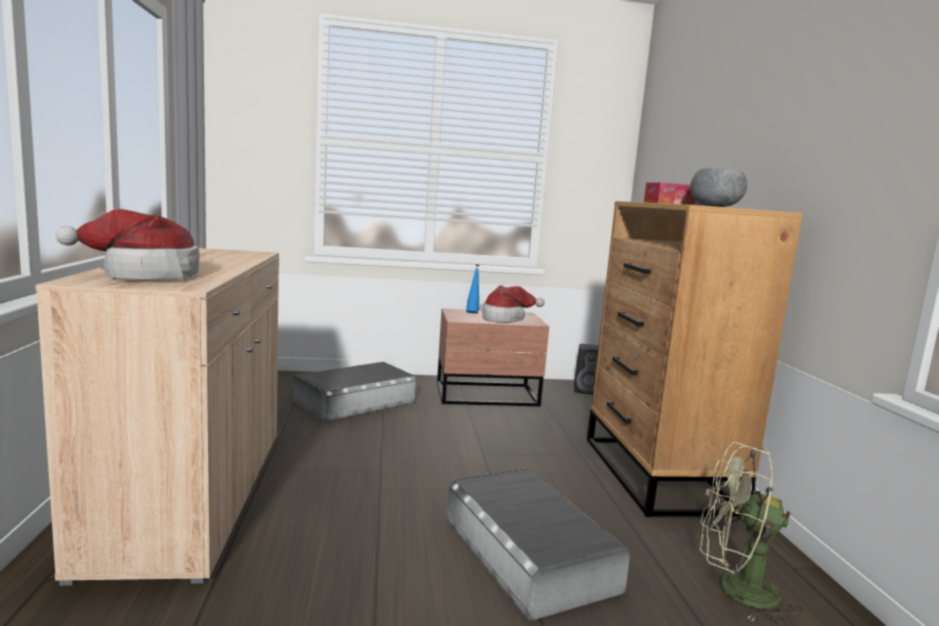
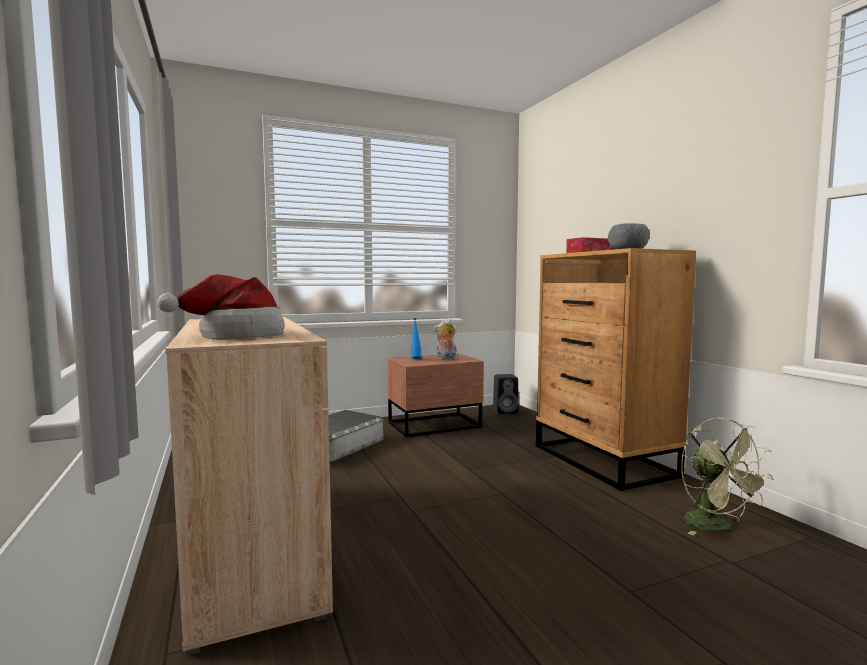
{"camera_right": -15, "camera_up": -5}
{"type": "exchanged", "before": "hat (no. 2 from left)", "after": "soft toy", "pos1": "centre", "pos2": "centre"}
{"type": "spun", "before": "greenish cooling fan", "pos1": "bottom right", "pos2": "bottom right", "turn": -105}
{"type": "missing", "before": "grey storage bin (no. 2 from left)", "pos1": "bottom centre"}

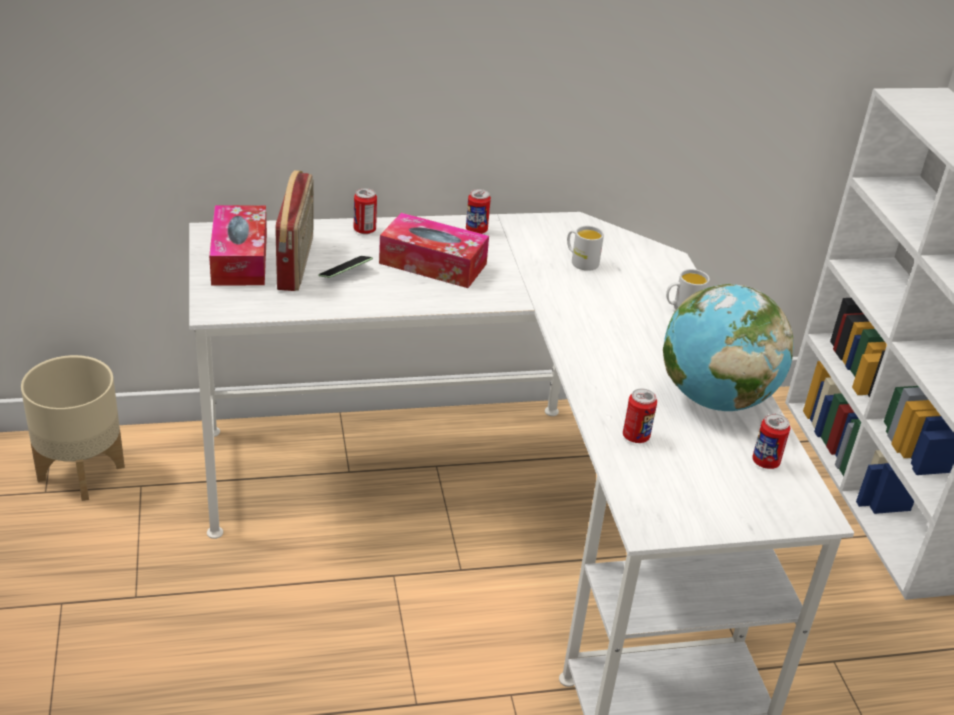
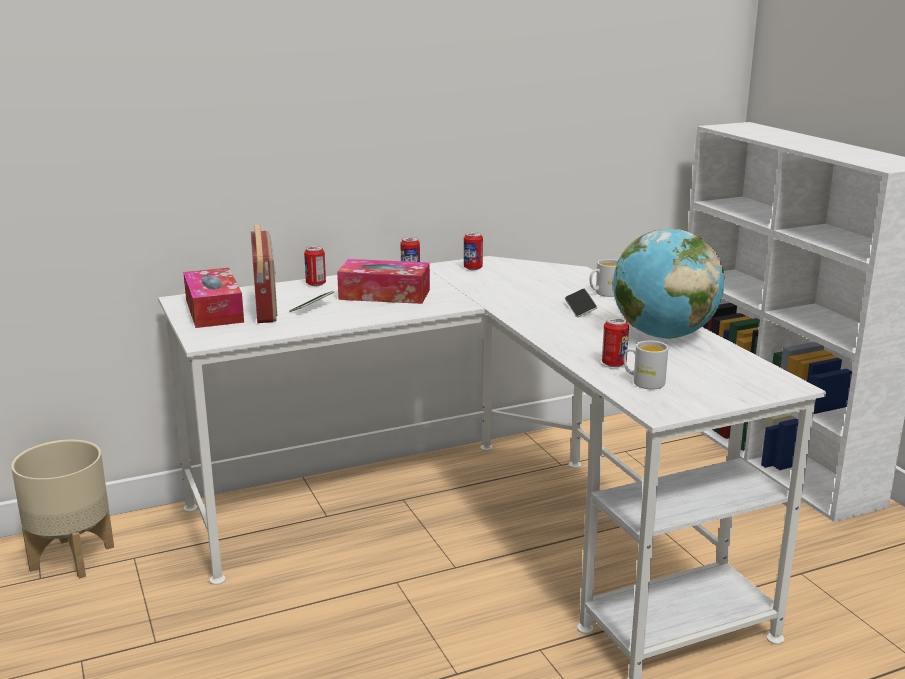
{"camera_right": -10, "camera_up": -15}
{"type": "relocated", "before": "can (no. 4 from left in the first image)", "after": "can (no. 3 from left)", "pos1": "middle right", "pos2": "centre"}
{"type": "appeared", "after": "phone (no. 2 from left)", "pos2": "centre"}
{"type": "relocated", "before": "white-coloured mug (no. 1 from left in the first image)", "after": "white-coloured mug (no. 2 from left)", "pos1": "centre", "pos2": "middle right"}

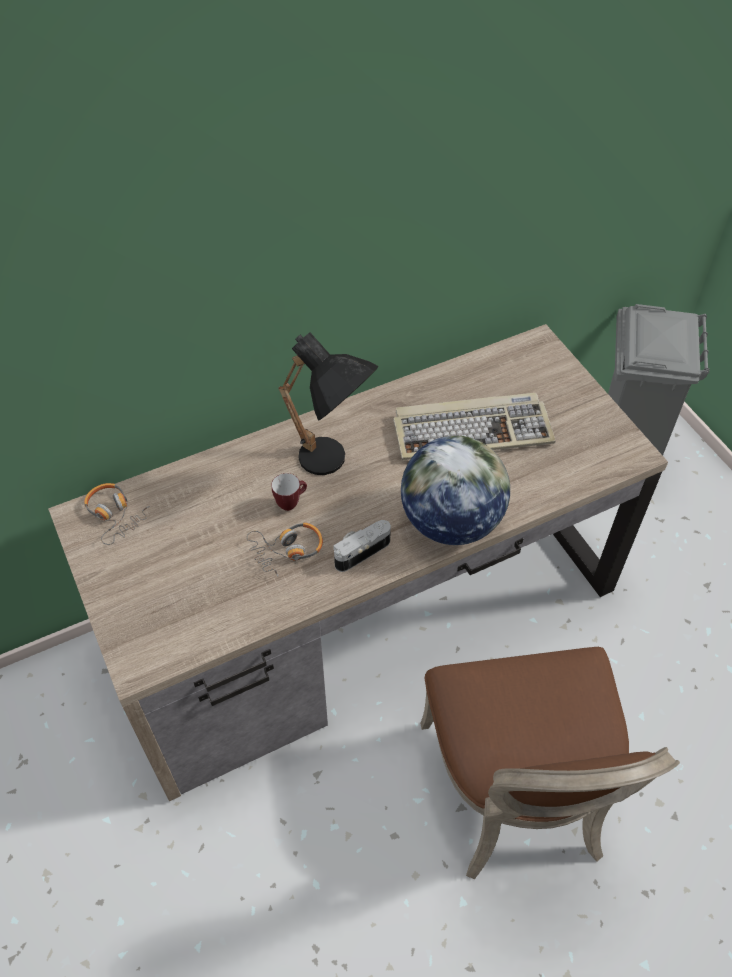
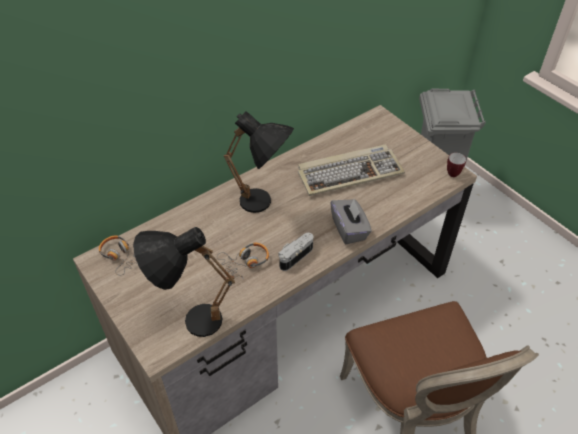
{"camera_right": -10, "camera_up": -5}
{"type": "appeared", "after": "blackish table lamp (no. 1 from left)", "pos2": "middle left"}
{"type": "exchanged", "before": "desk globe", "after": "grey tissue box", "pos1": "centre", "pos2": "centre"}
{"type": "relocated", "before": "mug", "pos1": "centre", "pos2": "middle right"}

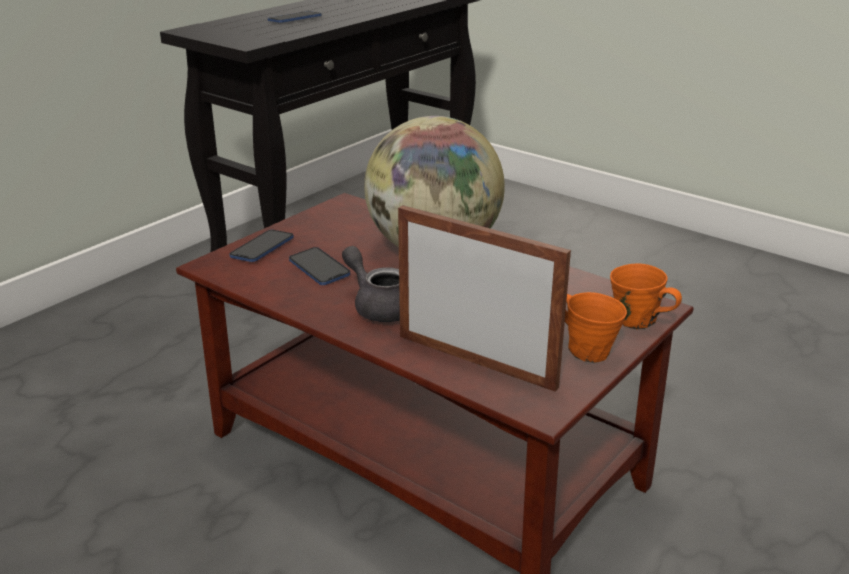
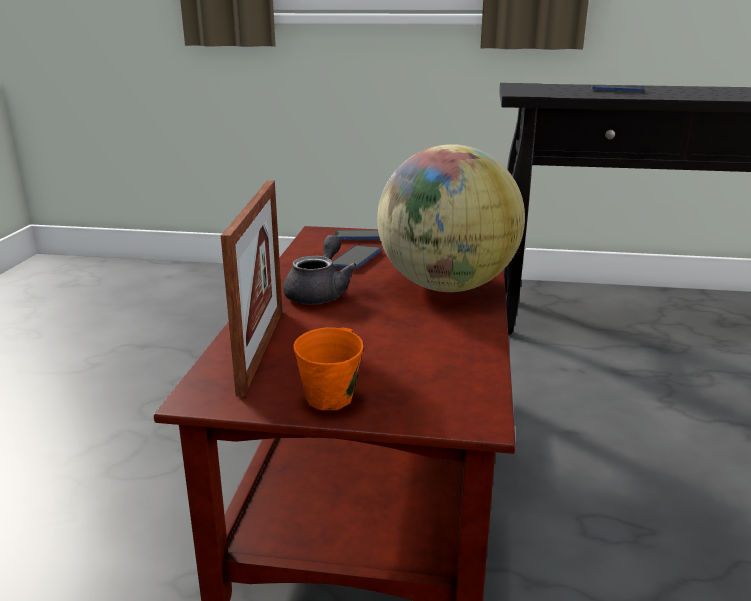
{"camera_right": 60, "camera_up": -5}
{"type": "missing", "before": "orange mug (no. 2 from left)", "pos1": "middle right"}

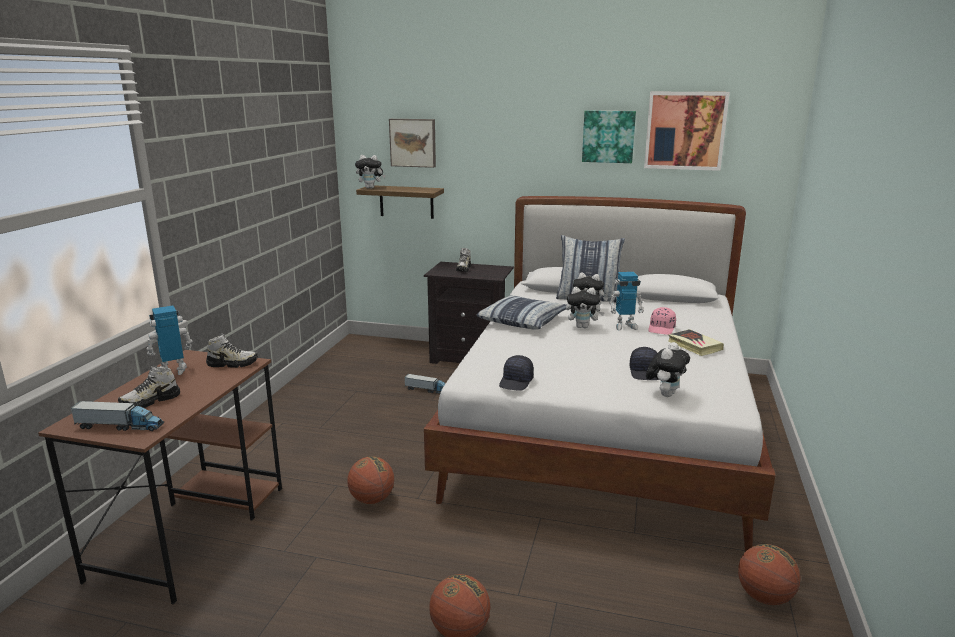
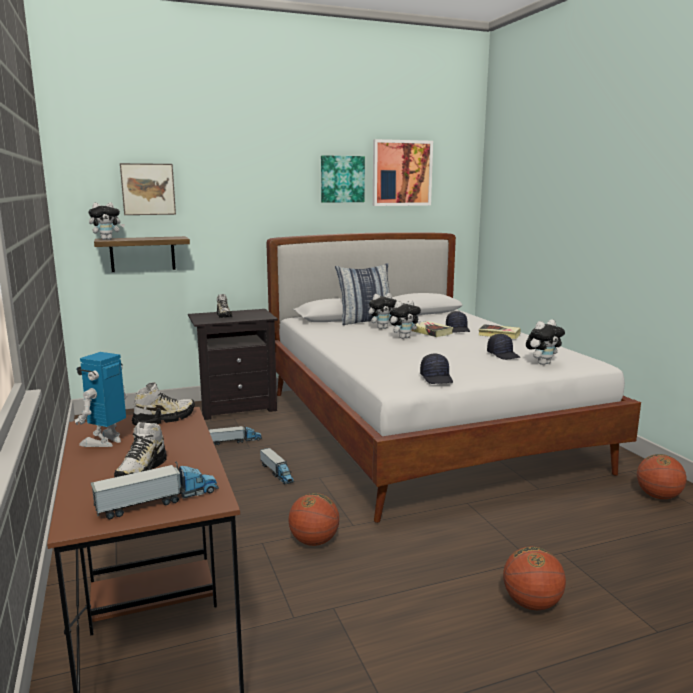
{"camera_right": -35, "camera_up": -5}
{"type": "appeared", "after": "toy truck (no. 3 from left)", "pos2": "bottom centre"}
{"type": "exchanged", "before": "model robot (no. 2 from left)", "after": "bound book (no. 1 from left)", "pos1": "centre", "pos2": "centre"}
{"type": "colour", "before": "pink baseball cap", "after": "blackish baseball cap (no. 2 from left)", "pos1": "middle right", "pos2": "centre"}
{"type": "spun", "before": "soft toy (no. 4 from left)", "pos1": "middle right", "pos2": "middle right", "turn": 60}
{"type": "missing", "before": "cushion (no. 1 from left)", "pos1": "centre"}

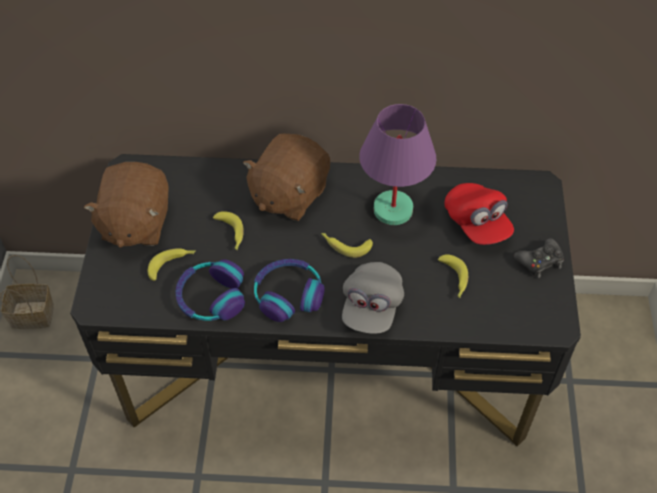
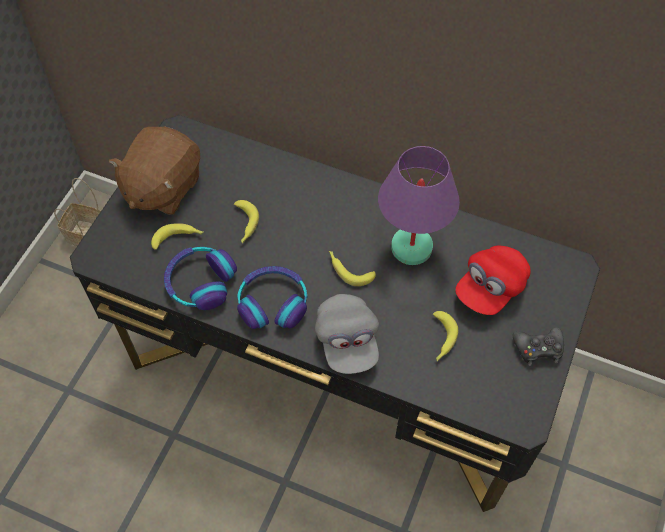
{"camera_right": 20, "camera_up": 5}
{"type": "spun", "before": "grey baseball cap", "pos1": "centre", "pos2": "centre", "turn": -45}
{"type": "spun", "before": "red baseball cap", "pos1": "middle right", "pos2": "middle right", "turn": 45}
{"type": "missing", "before": "brownish soft toy (no. 2 from left)", "pos1": "centre"}

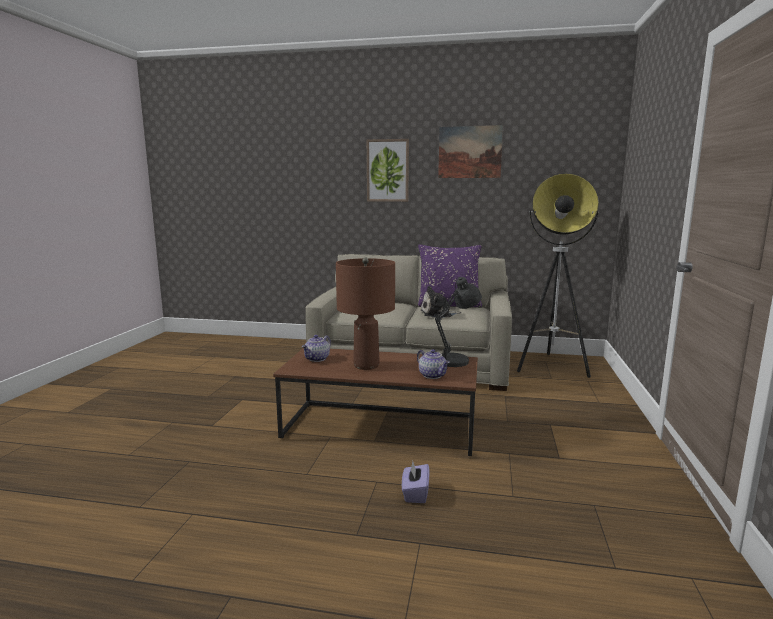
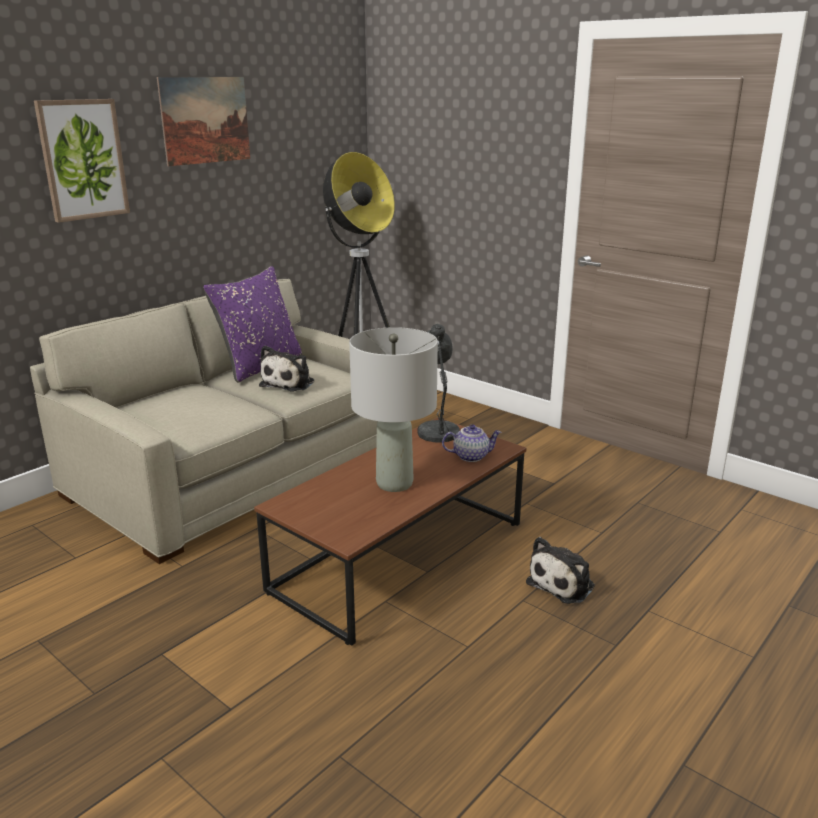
{"camera_right": -60, "camera_up": 10}
{"type": "colour", "before": "brownish table lamp", "after": "grey table lamp (no. 1 from left)", "pos1": "centre", "pos2": "centre"}
{"type": "exchanged", "before": "purple tissue box", "after": "soft toy (no. 2 from left)", "pos1": "bottom centre", "pos2": "bottom right"}
{"type": "missing", "before": "tea pot (no. 1 from left)", "pos1": "centre"}

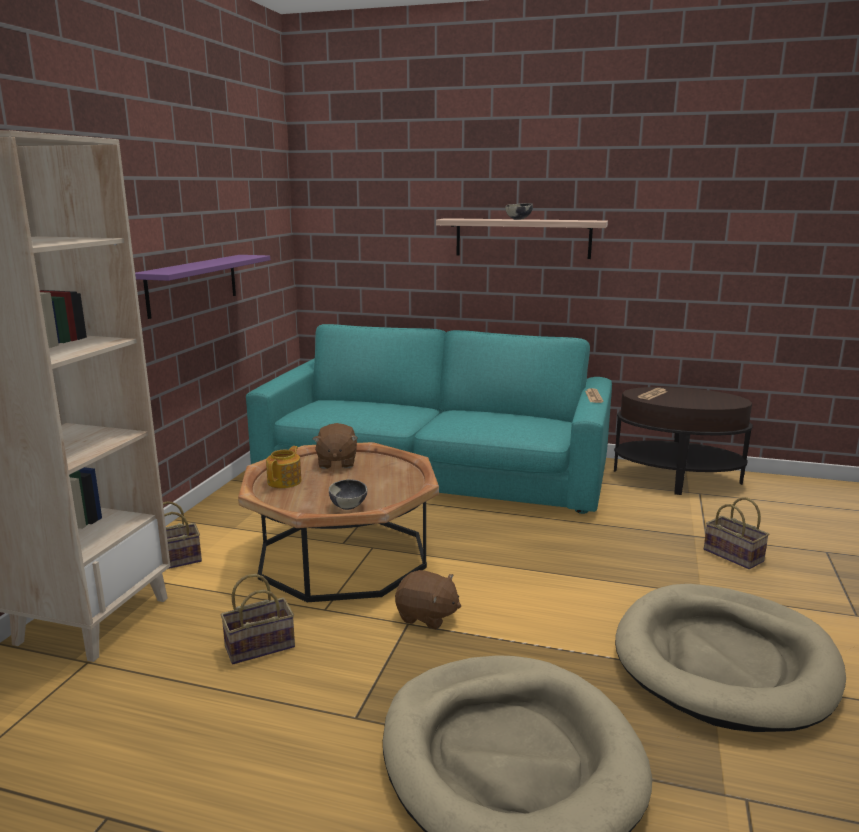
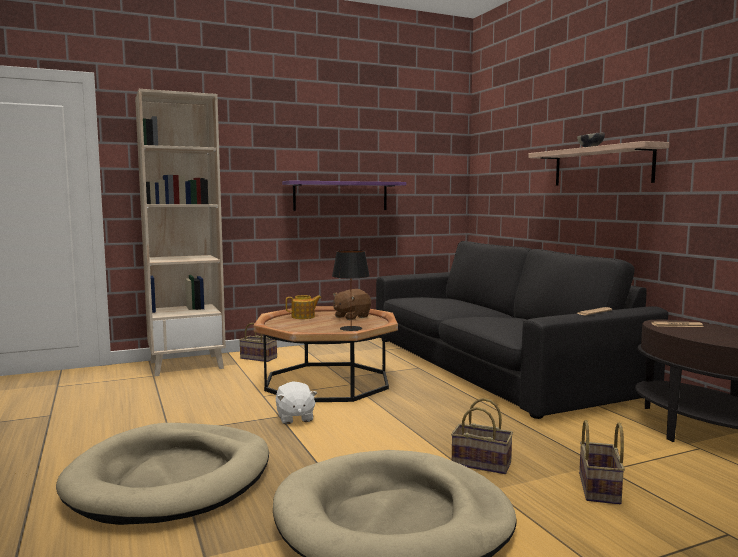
{"camera_right": 50, "camera_up": -10}
{"type": "colour", "before": "brownish soft toy (no. 2 from left)", "after": "white-coloured soft toy", "pos1": "bottom centre", "pos2": "bottom centre"}
{"type": "appeared", "after": "blackish table lamp", "pos2": "centre"}
{"type": "colour", "before": "turquoise settee", "after": "blackish settee", "pos1": "centre", "pos2": "middle right"}
{"type": "relocated", "before": "storage basket (no. 2 from left)", "pos1": "bottom left", "pos2": "bottom centre"}
{"type": "missing", "before": "serving bowl (no. 1 from left)", "pos1": "centre"}

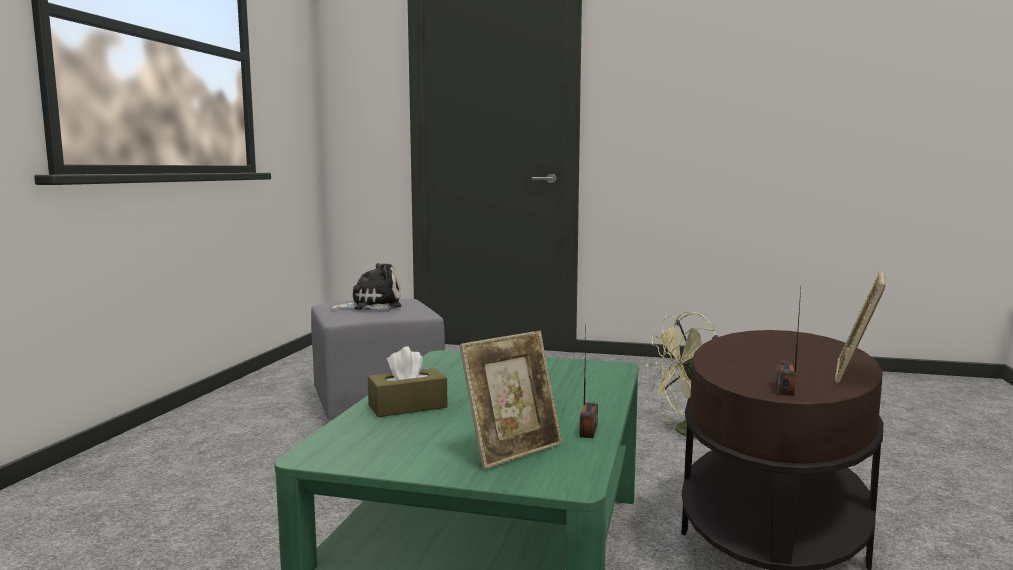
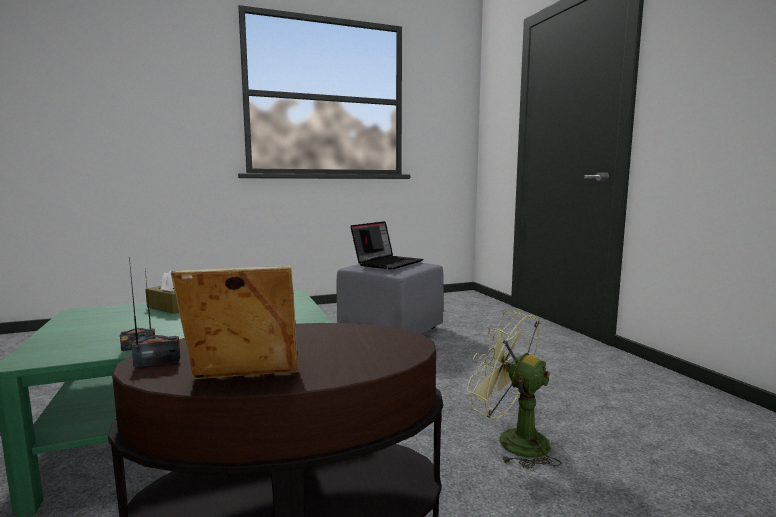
{"camera_right": 55, "camera_up": 0}
{"type": "exchanged", "before": "soft toy", "after": "portable computer", "pos1": "centre", "pos2": "centre"}
{"type": "missing", "before": "picture frame (no. 1 from left)", "pos1": "bottom centre"}

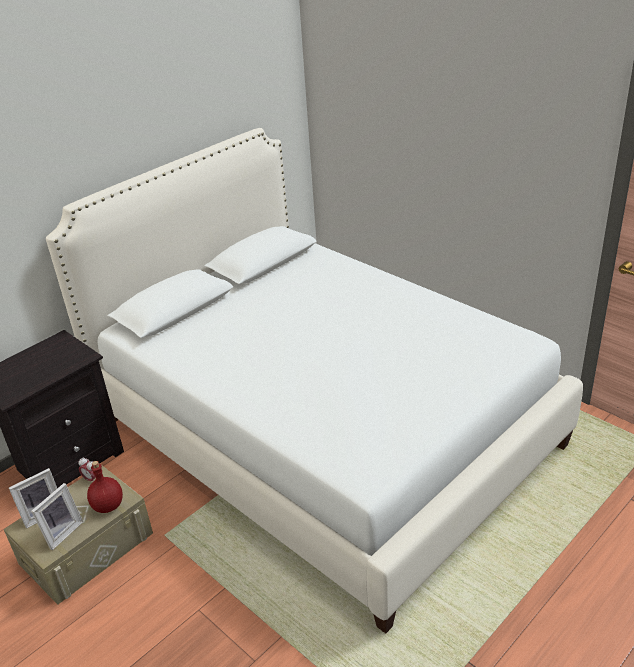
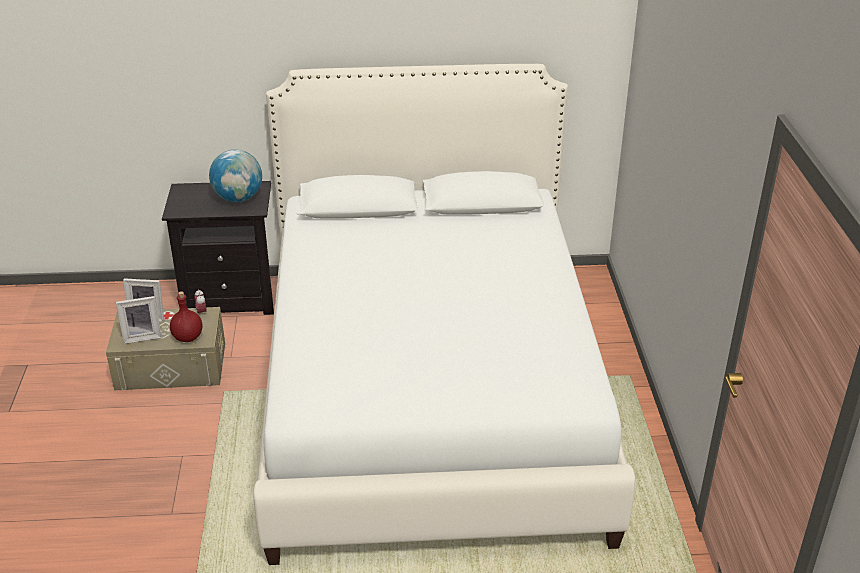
{"camera_right": 40, "camera_up": 0}
{"type": "appeared", "after": "desk globe", "pos2": "top left"}

